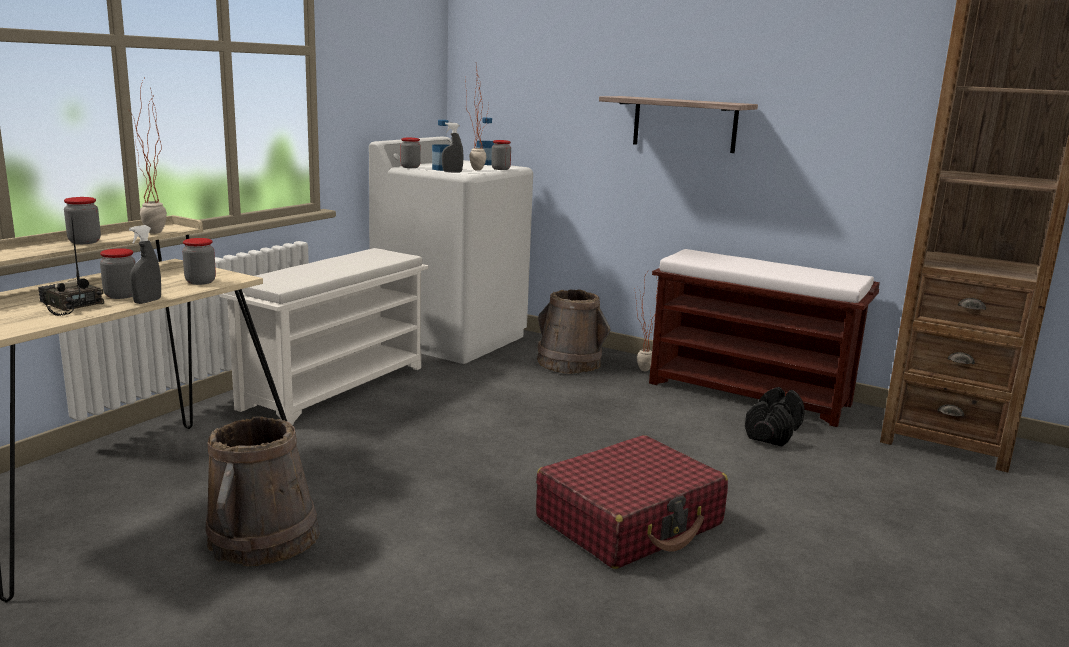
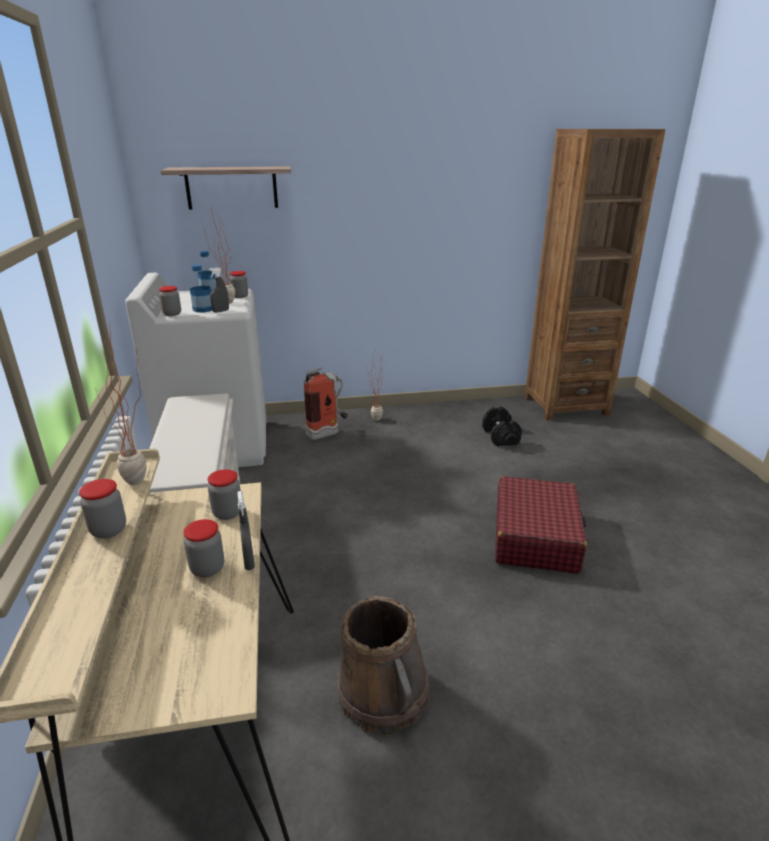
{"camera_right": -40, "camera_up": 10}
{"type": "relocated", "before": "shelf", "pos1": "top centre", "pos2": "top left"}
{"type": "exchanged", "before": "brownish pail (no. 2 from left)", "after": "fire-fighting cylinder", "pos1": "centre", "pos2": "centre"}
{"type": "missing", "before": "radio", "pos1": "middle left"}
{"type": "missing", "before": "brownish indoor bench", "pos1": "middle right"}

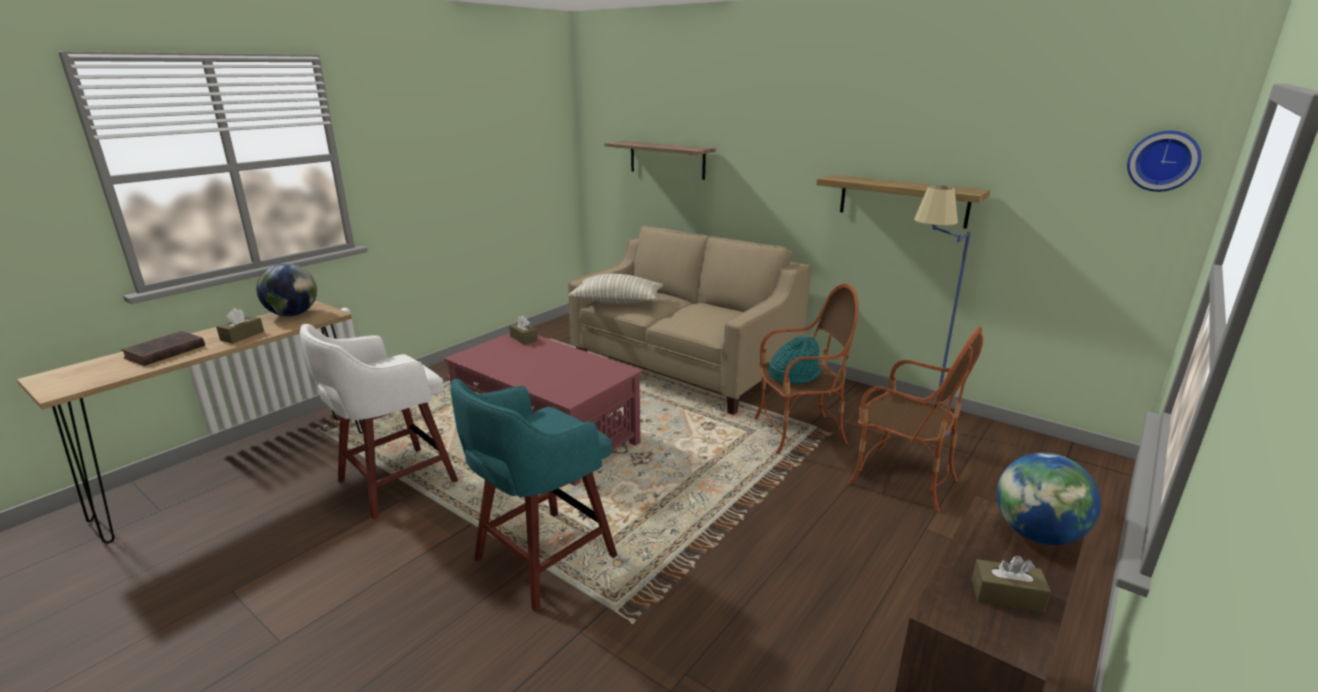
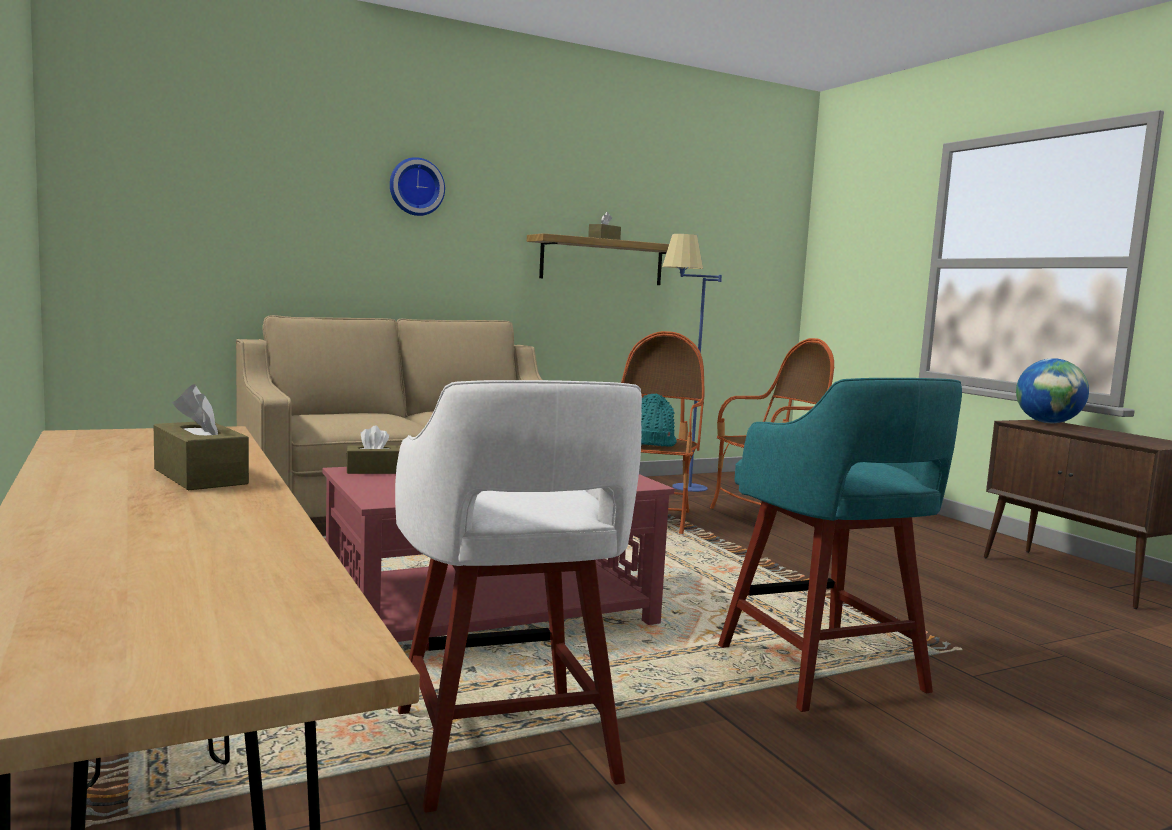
{"camera_right": -65, "camera_up": -15}
{"type": "relocated", "before": "hanging clock", "pos1": "top right", "pos2": "top centre"}
{"type": "relocated", "before": "brownish tissue box (no. 3 from left)", "pos1": "bottom right", "pos2": "top centre"}
{"type": "missing", "before": "brownish bound book", "pos1": "middle left"}
{"type": "missing", "before": "desk globe (no. 1 from left)", "pos1": "middle left"}
{"type": "missing", "before": "cushion", "pos1": "centre"}
{"type": "missing", "before": "shelf (no. 1 from left)", "pos1": "top centre"}

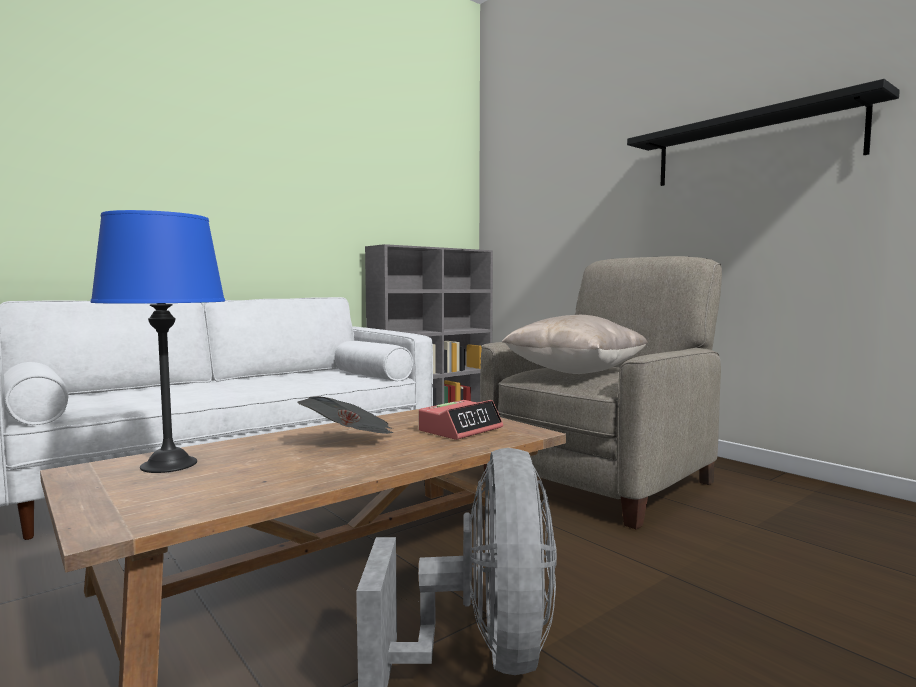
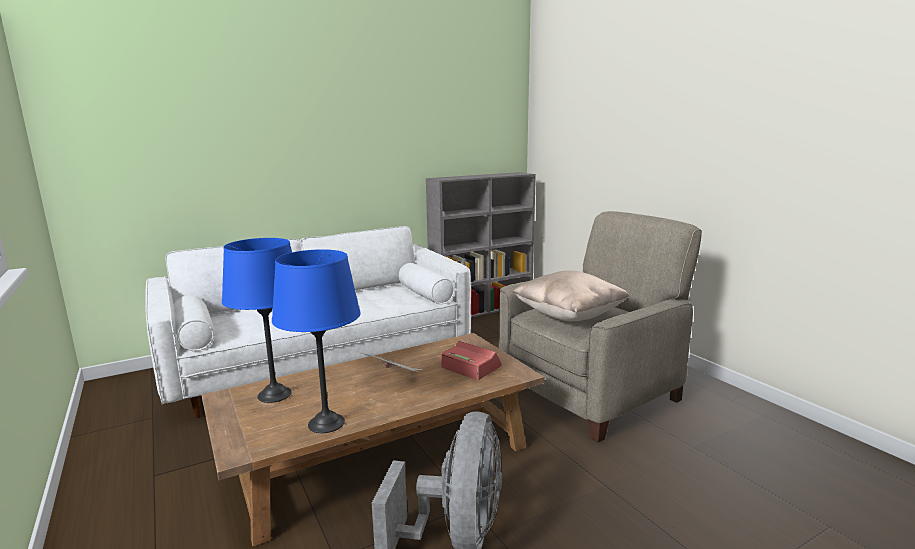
{"camera_right": 10, "camera_up": 10}
{"type": "appeared", "after": "bluish table lamp (no. 2 from left)", "pos2": "centre"}
{"type": "spun", "before": "table clock", "pos1": "centre", "pos2": "centre", "turn": -105}
{"type": "missing", "before": "blackish shelf", "pos1": "top right"}

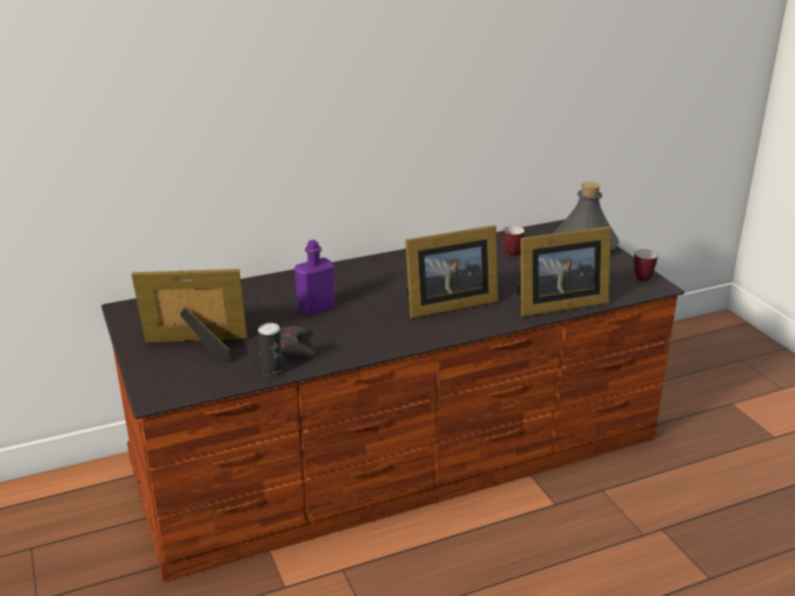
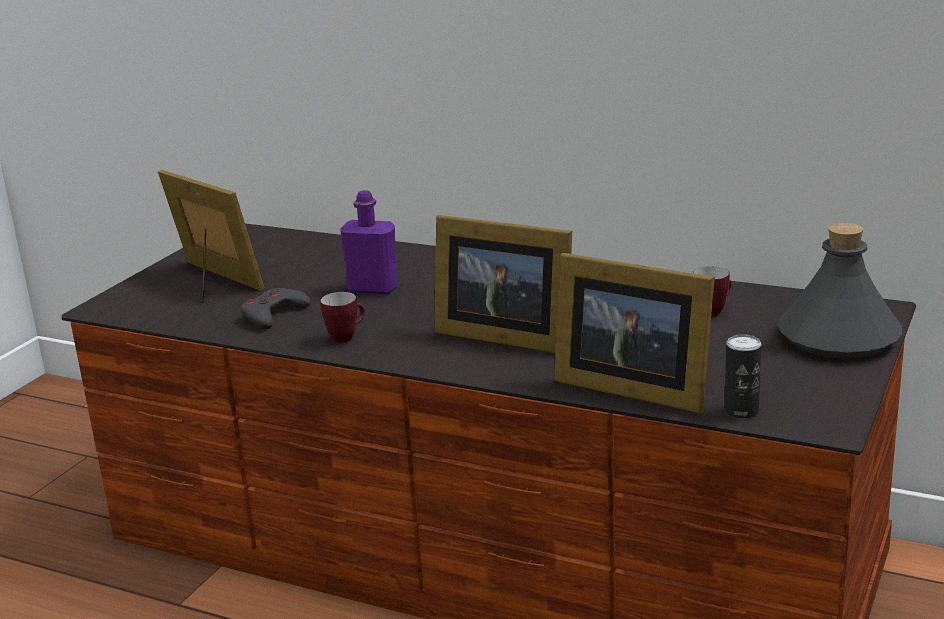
{"camera_right": 50, "camera_up": -5}
{"type": "relocated", "before": "mug (no. 2 from left in the first image)", "after": "mug (no. 1 from left)", "pos1": "middle right", "pos2": "centre"}
{"type": "relocated", "before": "can", "pos1": "centre", "pos2": "middle right"}

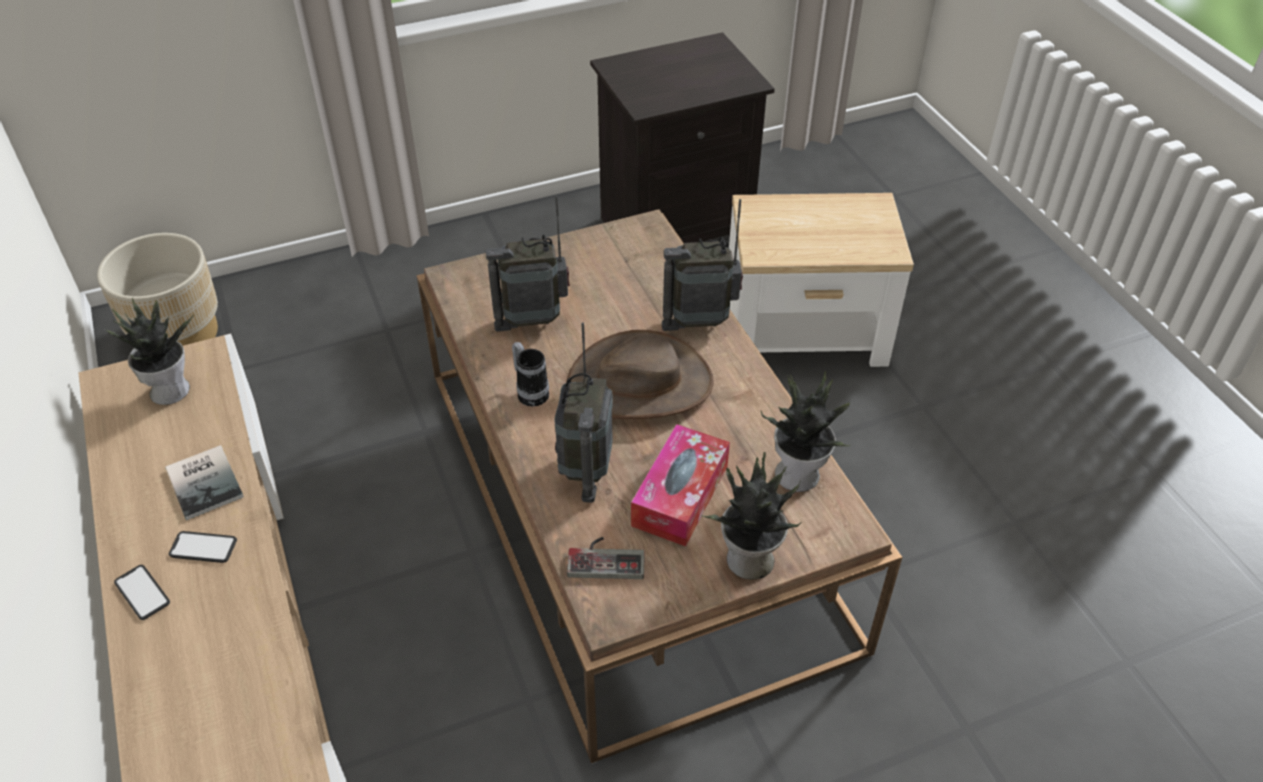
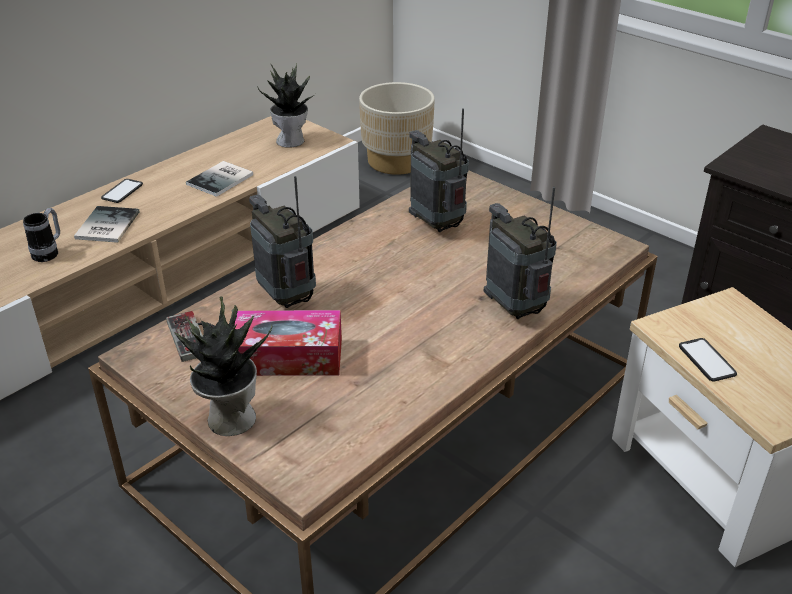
{"camera_right": 65, "camera_up": -10}
{"type": "relocated", "before": "mug", "pos1": "centre", "pos2": "middle left"}
{"type": "appeared", "after": "bound book (no. 1 from left)", "pos2": "middle left"}
{"type": "spun", "before": "radio (no. 2 from left in the first image)", "pos1": "centre", "pos2": "centre", "turn": 75}
{"type": "relocated", "before": "phone (no. 2 from left)", "pos1": "bottom left", "pos2": "middle right"}
{"type": "missing", "before": "brownish hat", "pos1": "centre"}
{"type": "missing", "before": "houseplant (no. 3 from left)", "pos1": "centre"}

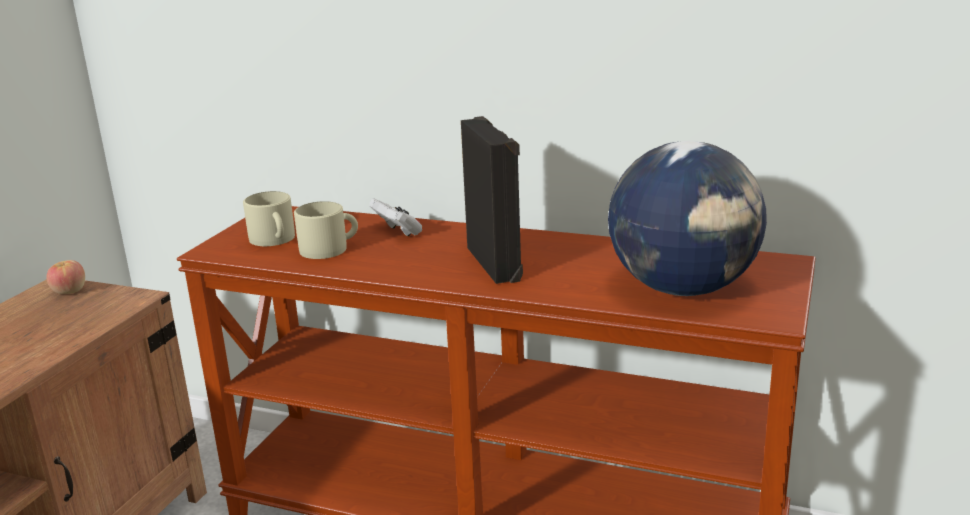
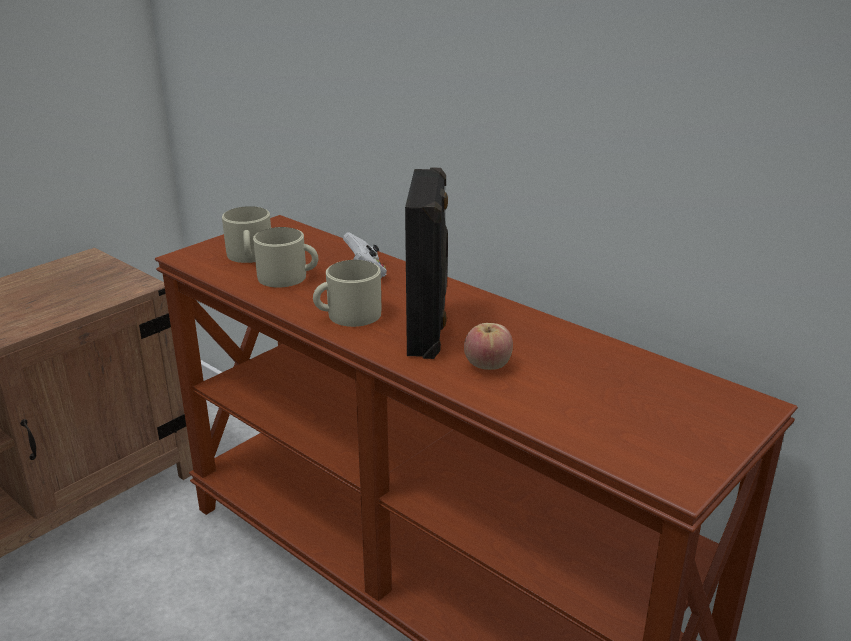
{"camera_right": 20, "camera_up": 5}
{"type": "appeared", "after": "beige mug (no. 3 from left)", "pos2": "centre"}
{"type": "relocated", "before": "apple fruit", "pos1": "middle left", "pos2": "centre"}
{"type": "missing", "before": "desk globe", "pos1": "middle right"}

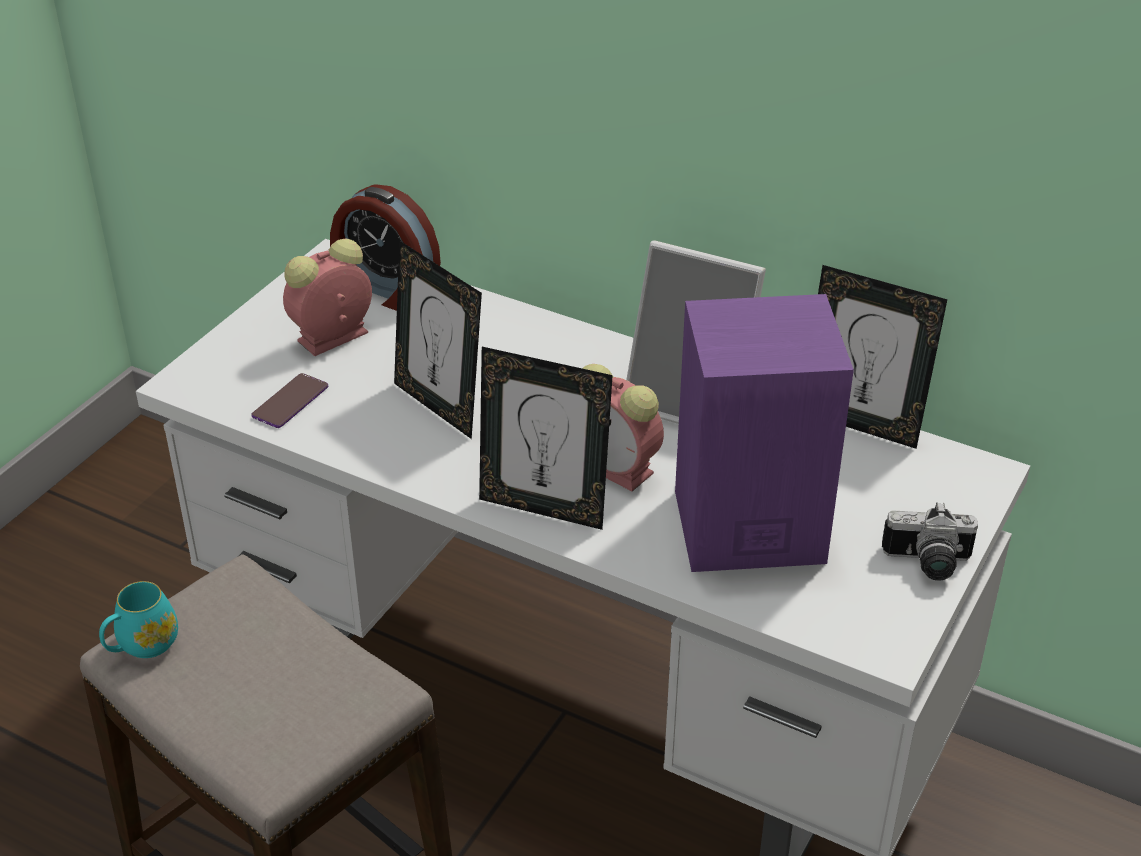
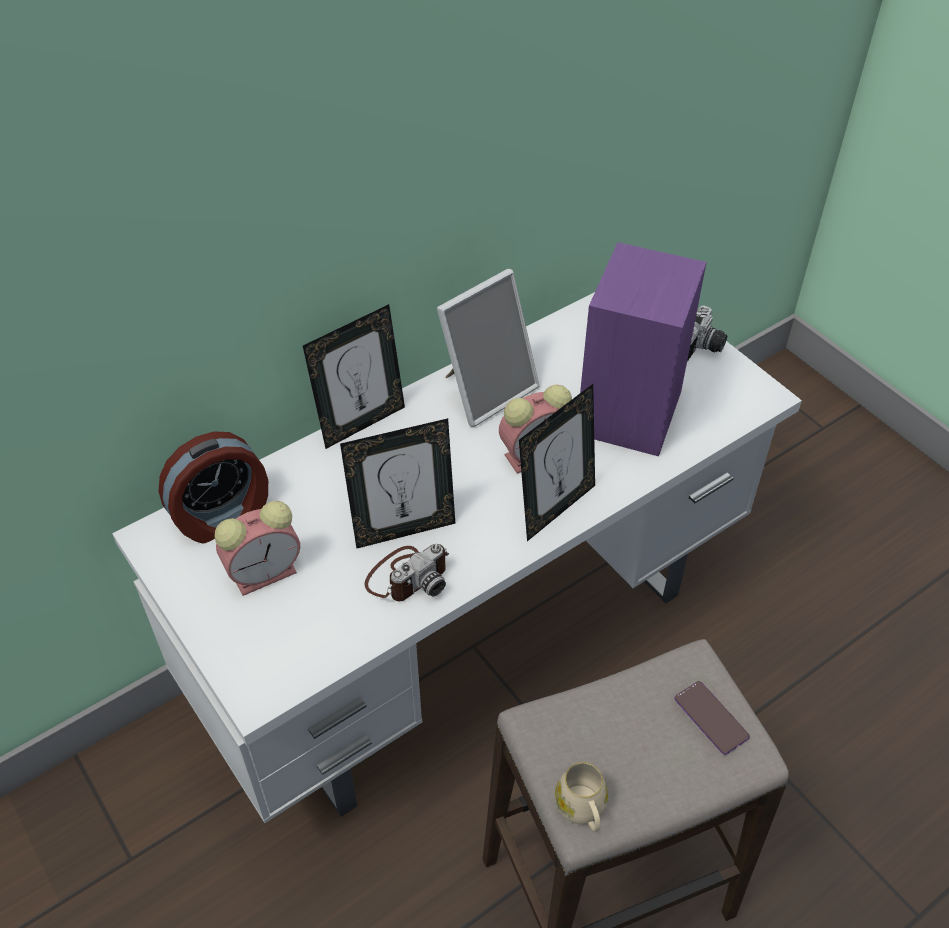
{"camera_right": -65, "camera_up": 10}
{"type": "spun", "before": "table clock (no. 1 from left in the first image)", "pos1": "middle left", "pos2": "middle left", "turn": -105}
{"type": "relocated", "before": "picture frame (no. 4 from left in the first image)", "after": "picture frame (no. 1 from left)", "pos1": "middle right", "pos2": "centre"}
{"type": "appeared", "after": "photo camera (no. 1 from left)", "pos2": "centre"}
{"type": "colour", "before": "turquoise mug", "after": "beige mug", "pos1": "bottom left", "pos2": "bottom centre"}
{"type": "relocated", "before": "phone", "pos1": "middle left", "pos2": "bottom right"}

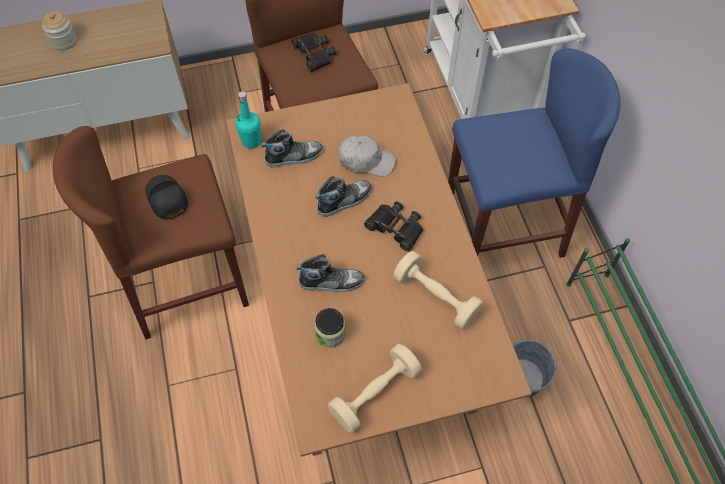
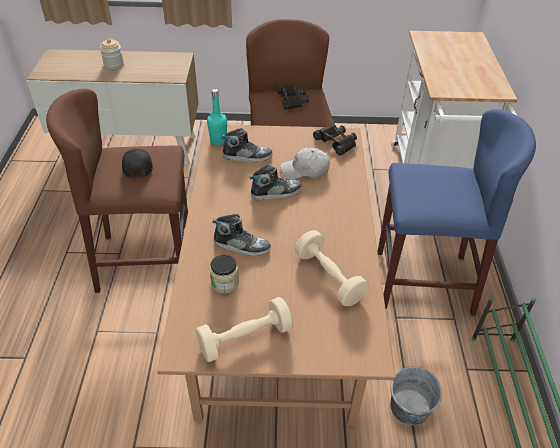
{"camera_right": 15, "camera_up": -15}
{"type": "spun", "before": "white-coloured baseball cap", "pos1": "top centre", "pos2": "centre", "turn": 150}
{"type": "relocated", "before": "blackish field glasses (no. 2 from left)", "pos1": "centre", "pos2": "top centre"}

